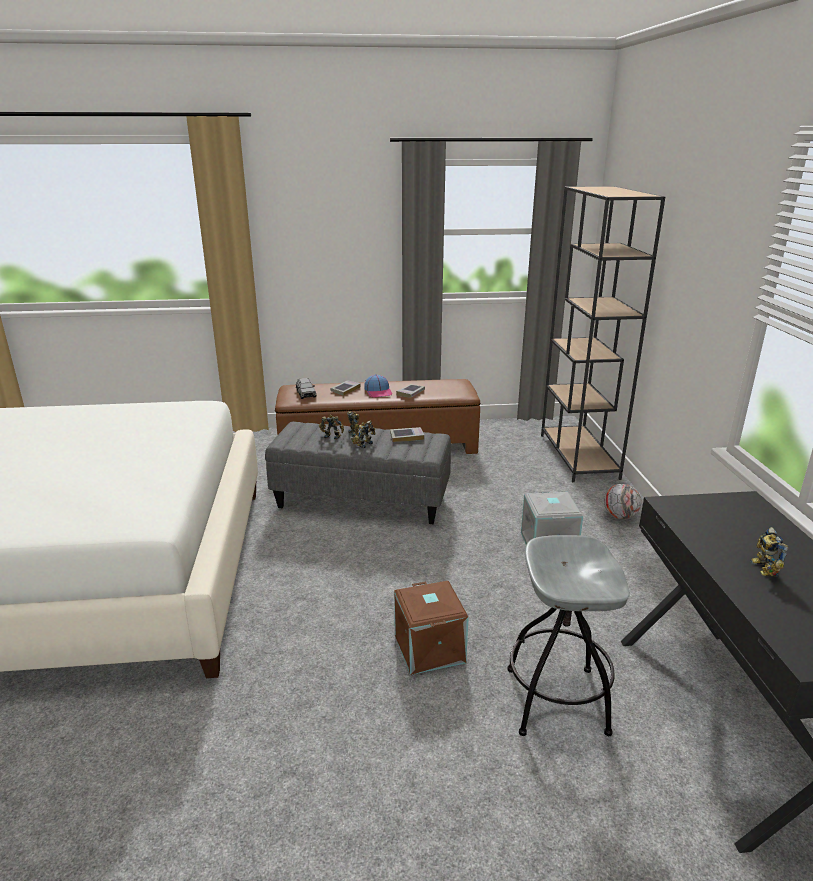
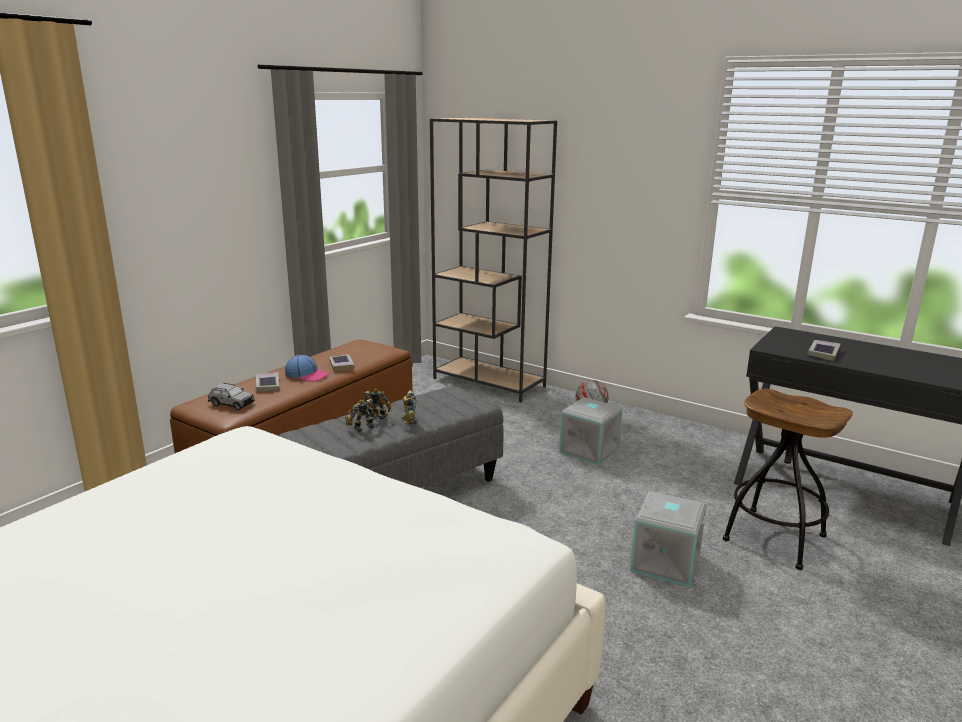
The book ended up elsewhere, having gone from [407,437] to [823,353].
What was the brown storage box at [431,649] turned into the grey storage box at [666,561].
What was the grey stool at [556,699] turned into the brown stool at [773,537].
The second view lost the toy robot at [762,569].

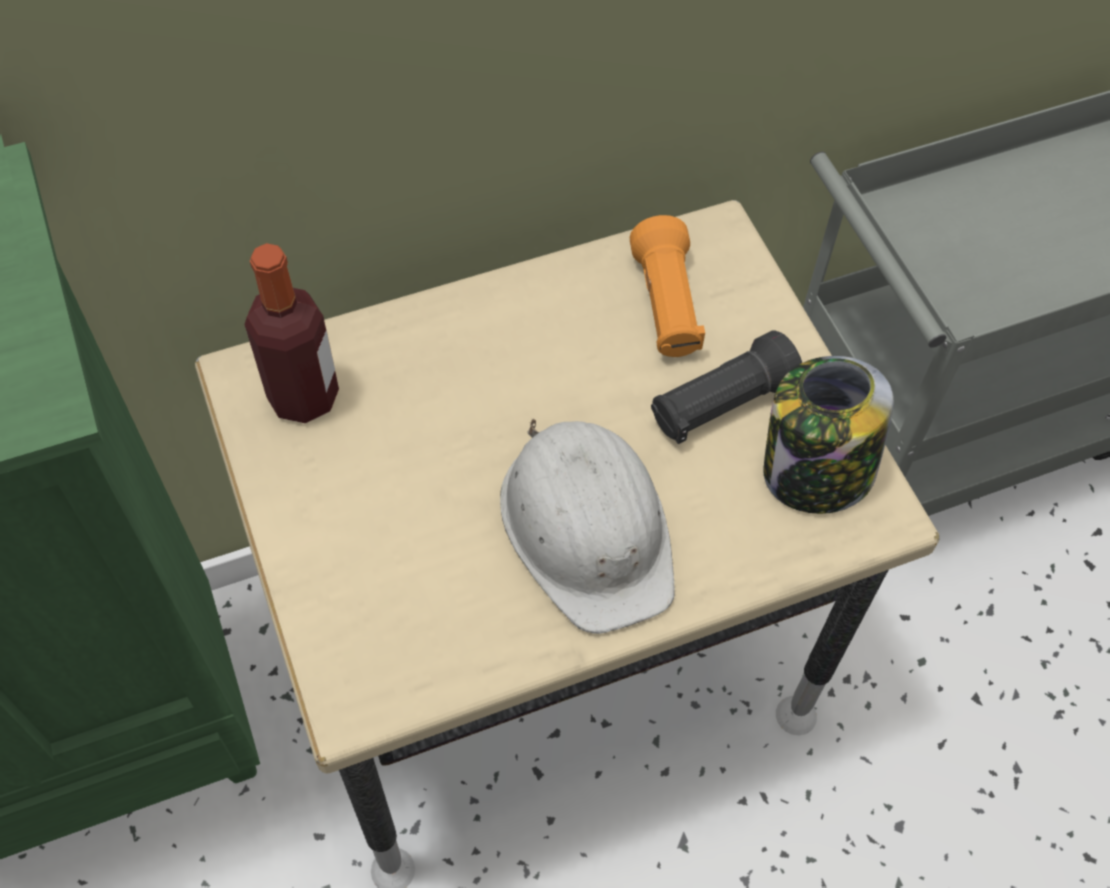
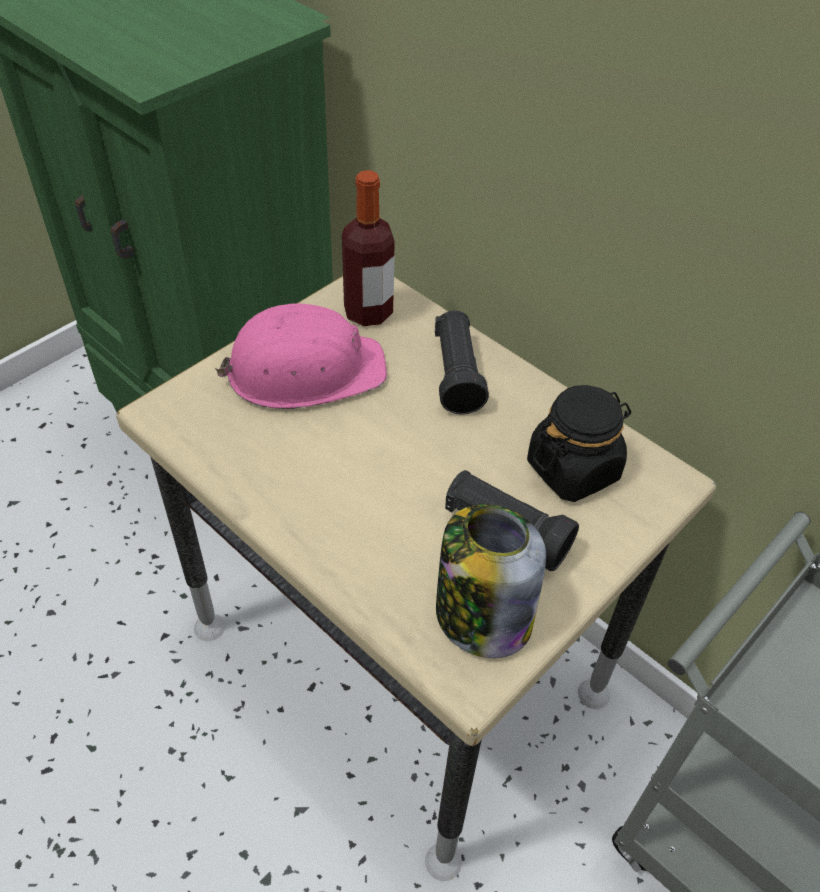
The second view lost the white hard hat at [588,527].
Where the orange flashlight stood at [666,307], the black jar came to stand at [573,469].
The second view gained the pink hard hat at [304,370].
The second view gained the black flashlight at [456,375].

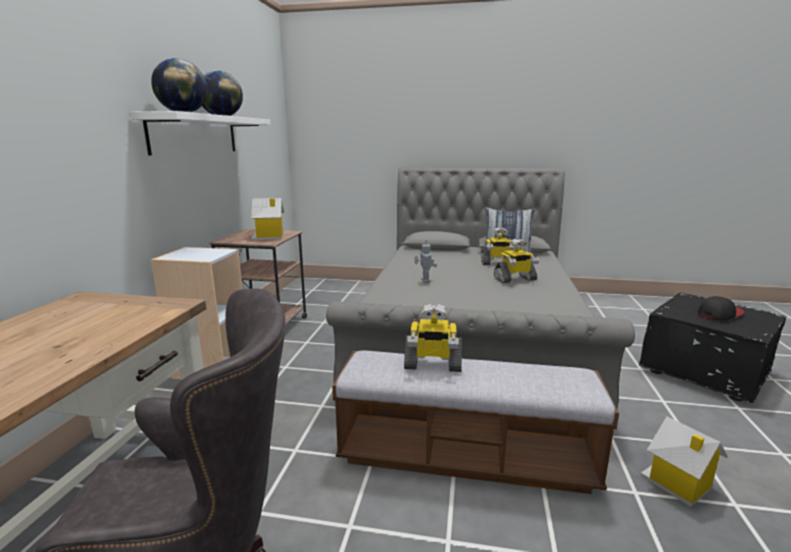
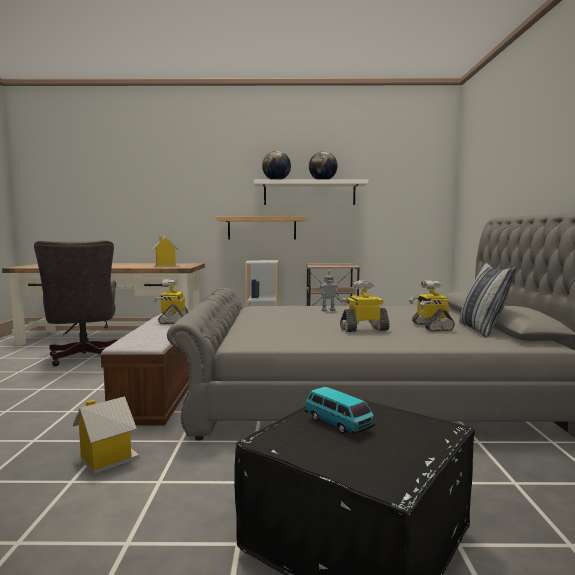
The toy house ended up elsewhere, having gone from [269,237] to [165,266].
The toy robot at [515,279] ended up facing another way, 105 degrees clockwise from before.
Where the cap stood at [719,313], the toy car came to stand at [338,423].
The second view gained the shelf at [262,228].

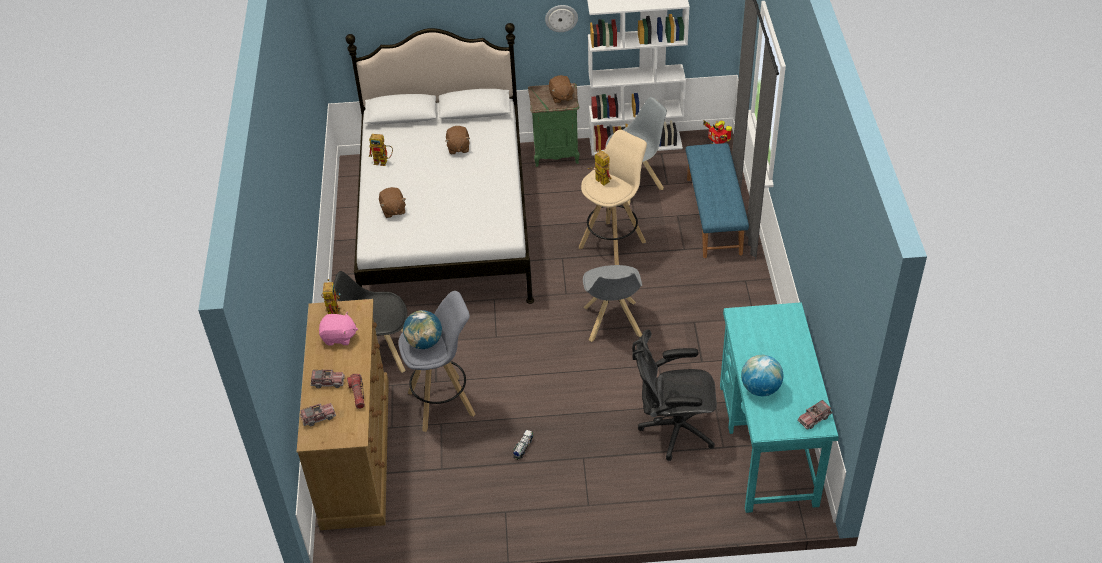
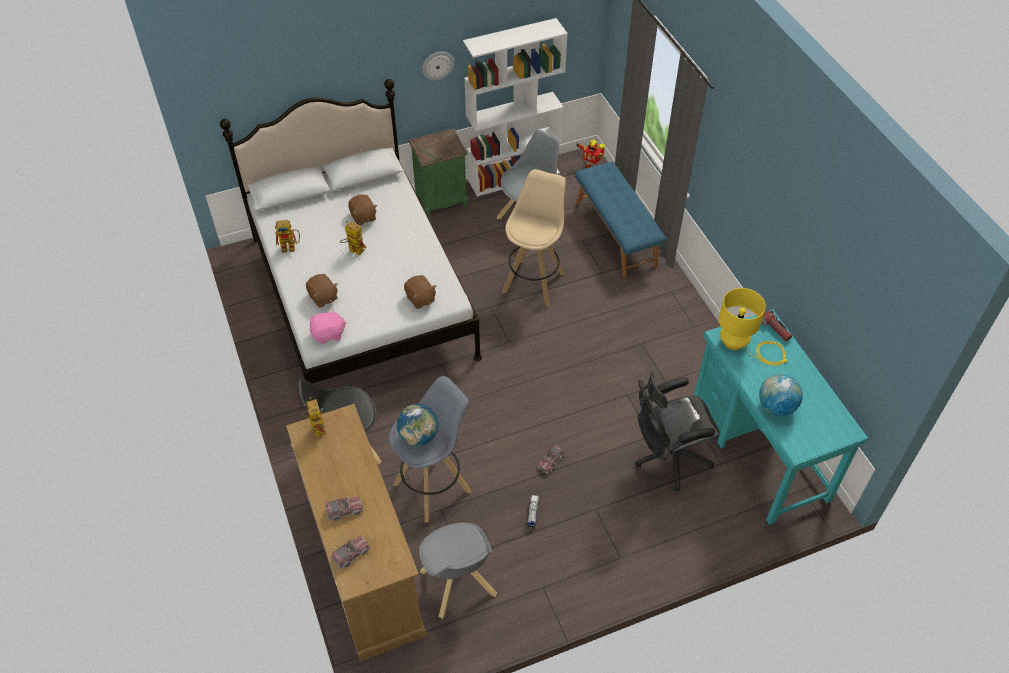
The pink plush toy ended up elsewhere, having gone from [339,337] to [328,334].
The flashlight ended up elsewhere, having gone from [357,394] to [775,329].
The brown plush toy ended up elsewhere, having gone from [561,97] to [420,299].
The grey chair ended up elsewhere, having gone from [612,323] to [458,585].
The toy robot ended up elsewhere, having gone from [599,180] to [353,250].
The toy truck ended up elsewhere, having gone from [814,418] to [551,462].
The second view gained the yellow table lamp at [748,347].

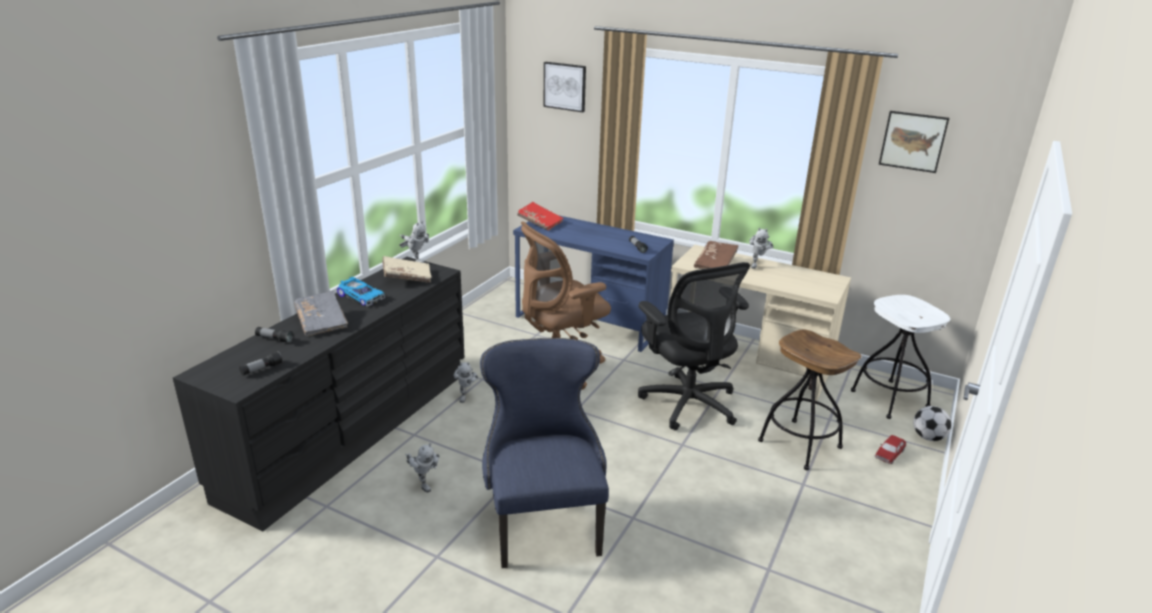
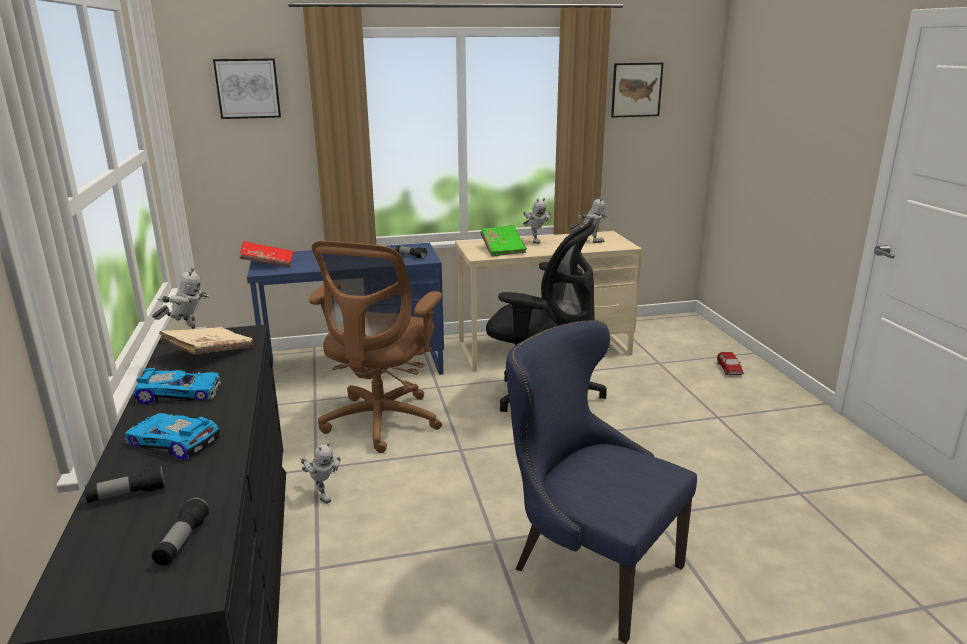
Where the grey book stood at [321,322], the toy car came to stand at [172,442].
The toy robot ended up elsewhere, having gone from [423,483] to [589,242].
What was the brown book at [715,264] turned into the green book at [503,249].
The second view lost the brown stool at [799,443].
The second view lost the white stool at [890,399].
The second view lost the football at [928,437].

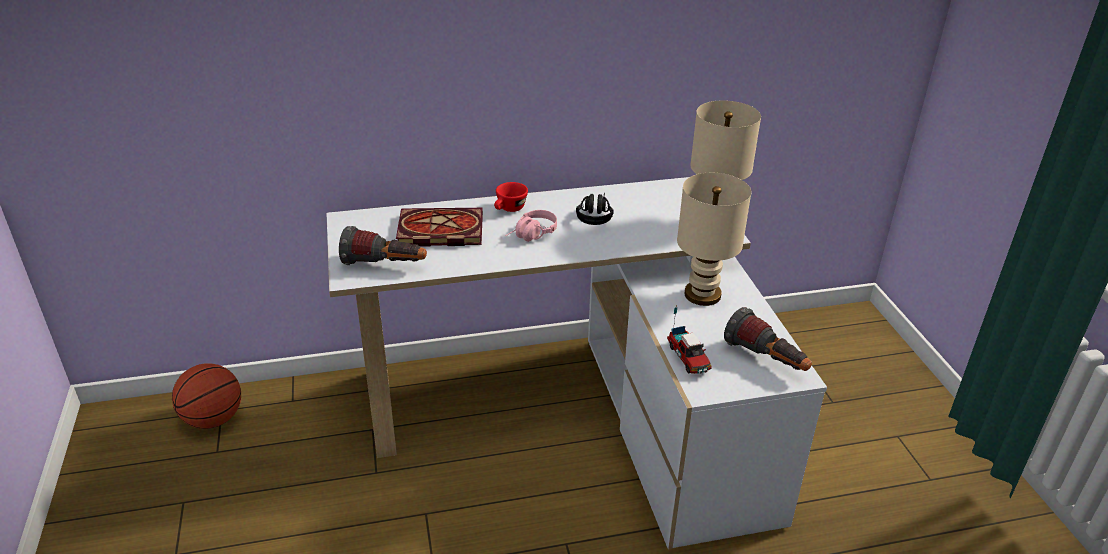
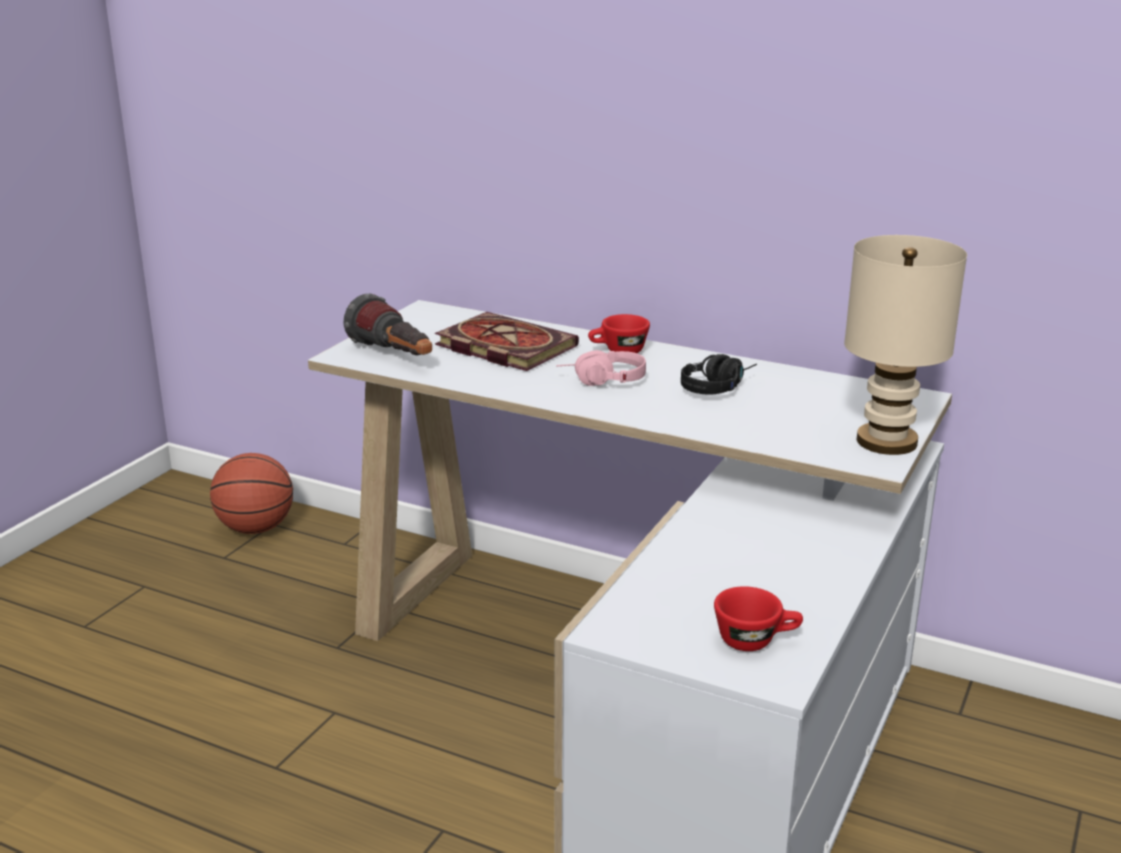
The second view lost the toy truck at [688,358].
The second view lost the beige table lamp at [702,294].
Where the flashlight stood at [766,360], the red cup came to stand at [756,640].

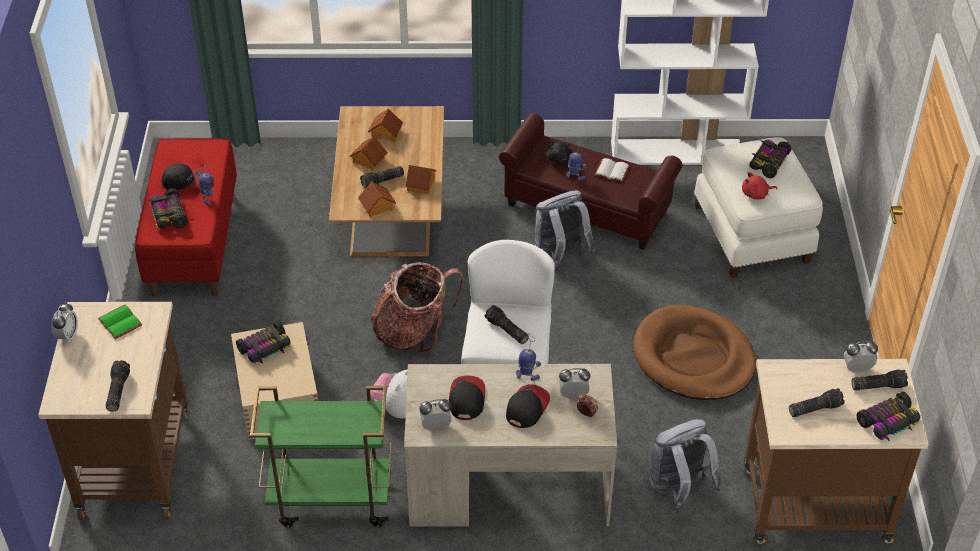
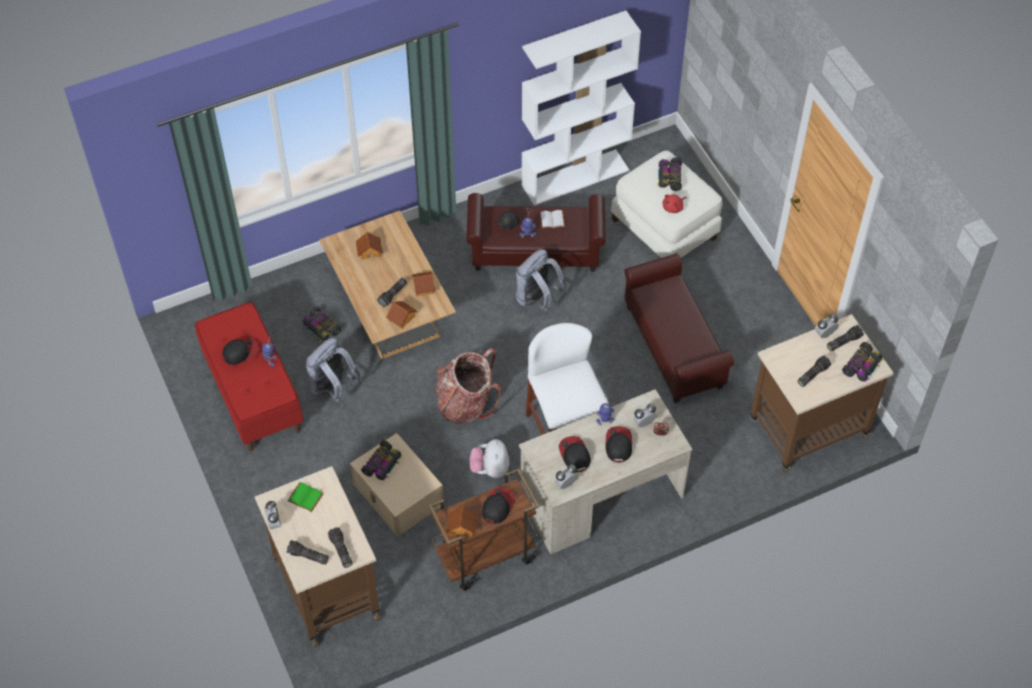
The toy car ended up elsewhere, having gone from [168,215] to [321,328].
What was the green cart at [329,502] turned into the brown cart at [484,559].
The toy house ended up elsewhere, having gone from [368,160] to [461,527].
The flashlight ended up elsewhere, having gone from [506,330] to [307,556].
Where the brown dog bed stood at [693,357], the brown ottoman came to stand at [674,347].
The grey backpack ended up elsewhere, having gone from [679,489] to [332,388].
The second view gained the cap at [497,506].

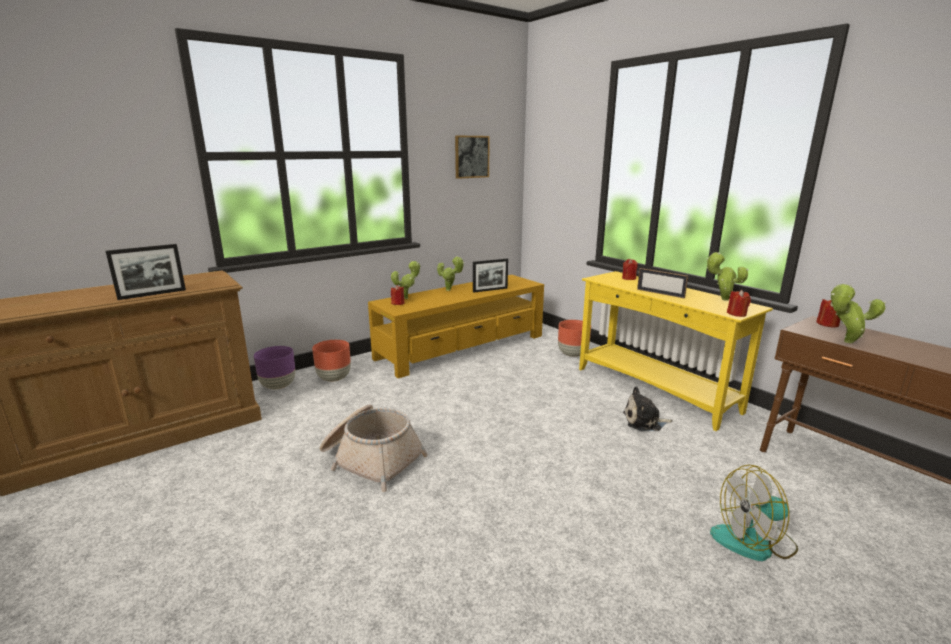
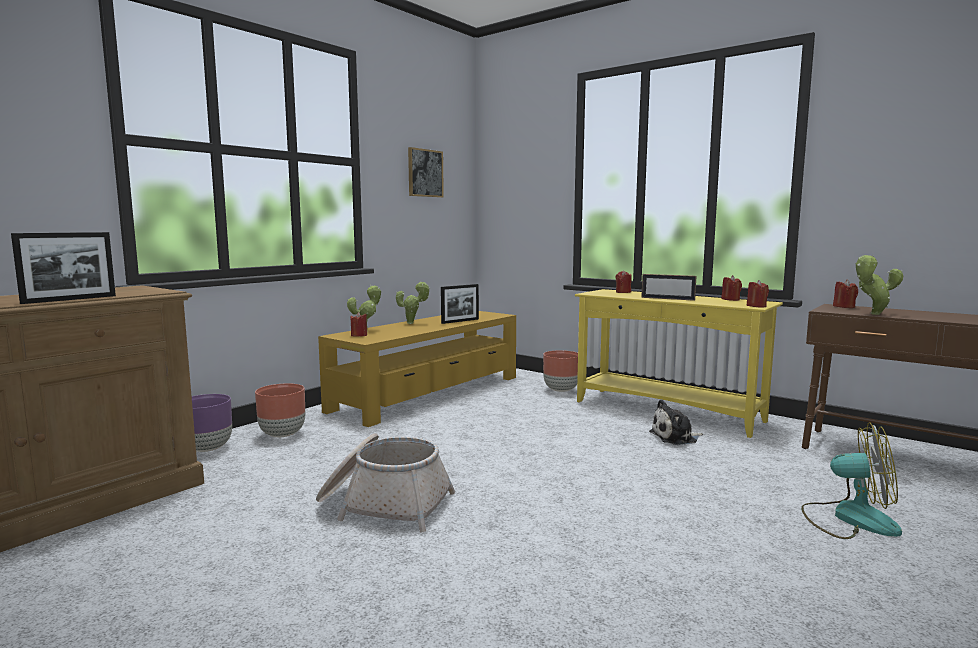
Where the potted plant stood at [722,299], the red candle came to stand at [730,299].
The fan at [754,541] ended up facing another way, 135 degrees counterclockwise from before.

